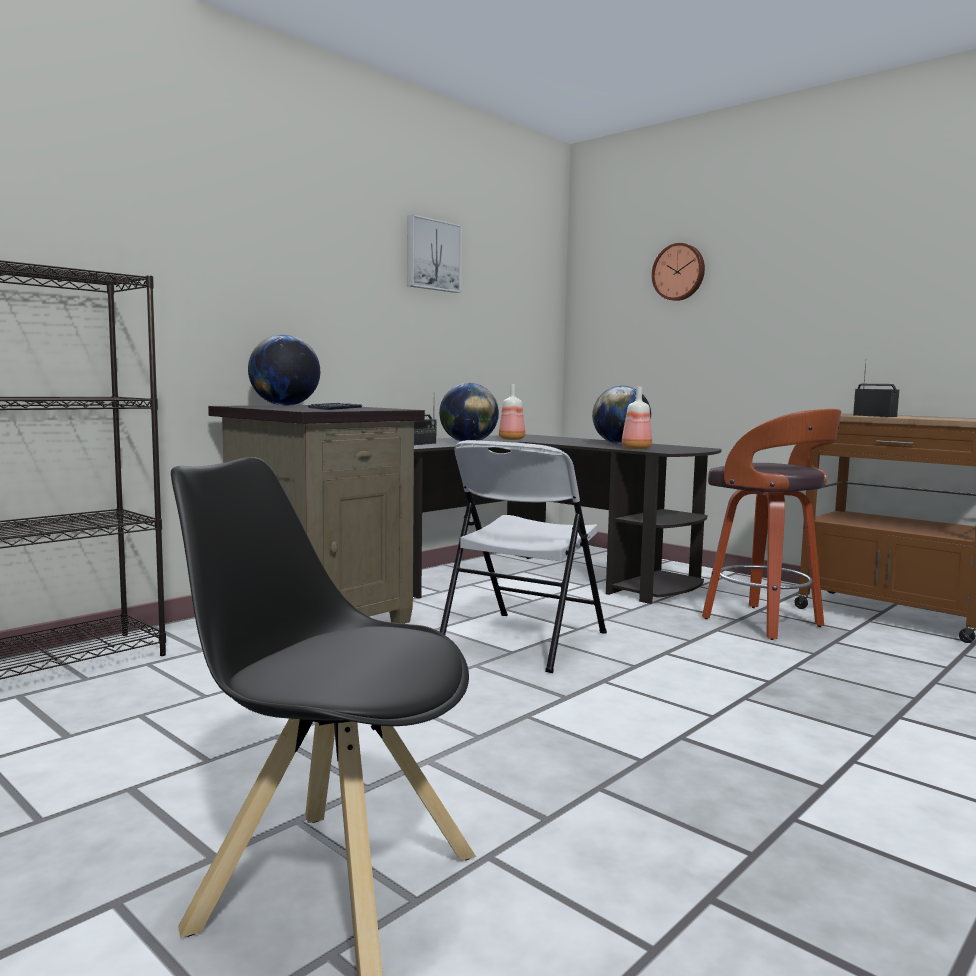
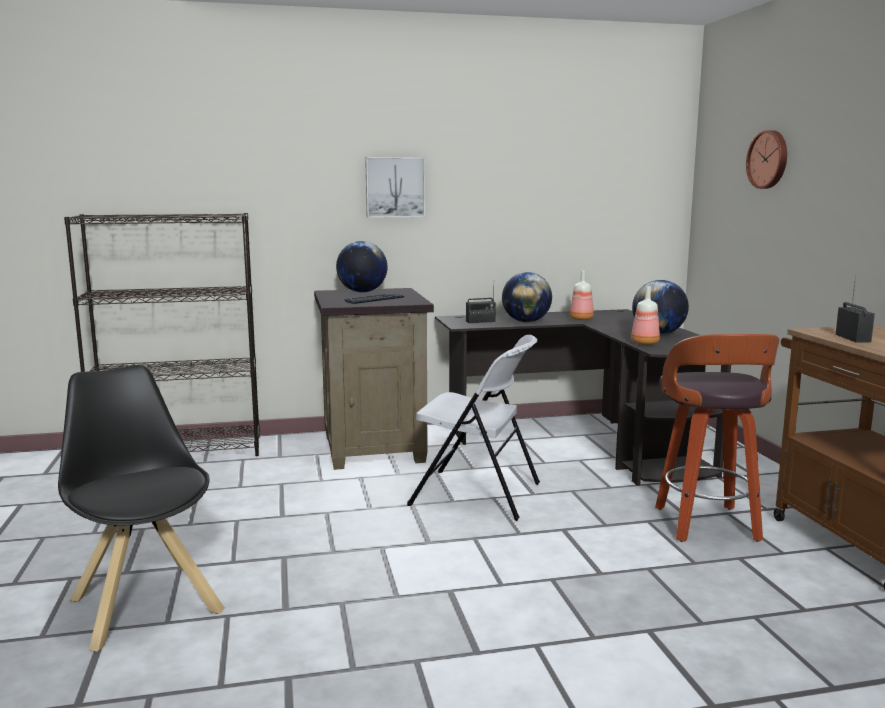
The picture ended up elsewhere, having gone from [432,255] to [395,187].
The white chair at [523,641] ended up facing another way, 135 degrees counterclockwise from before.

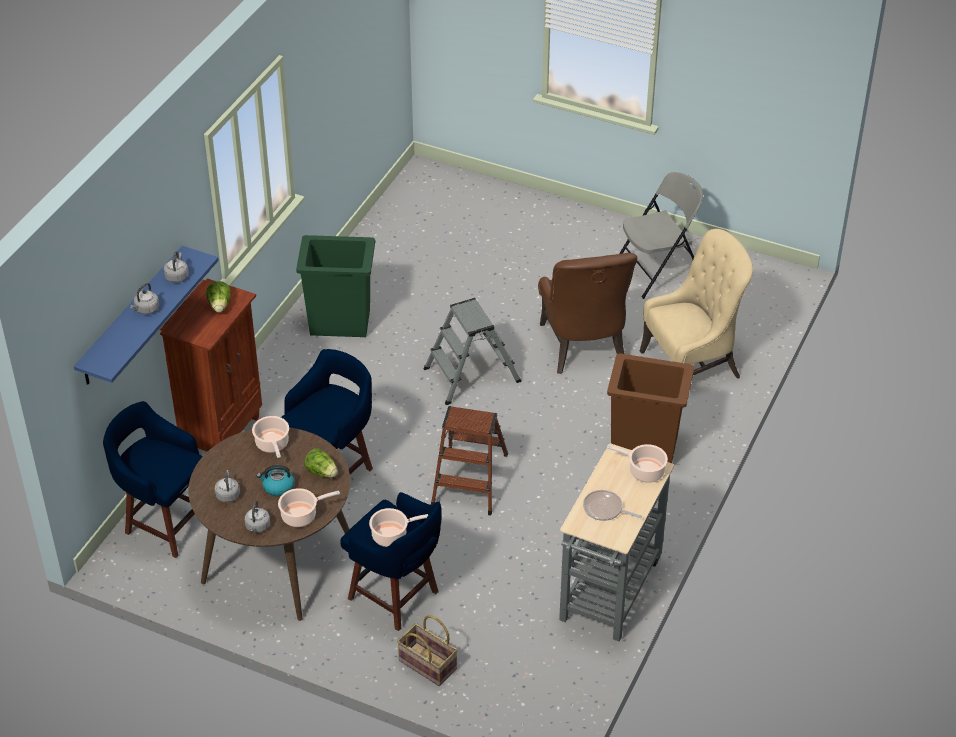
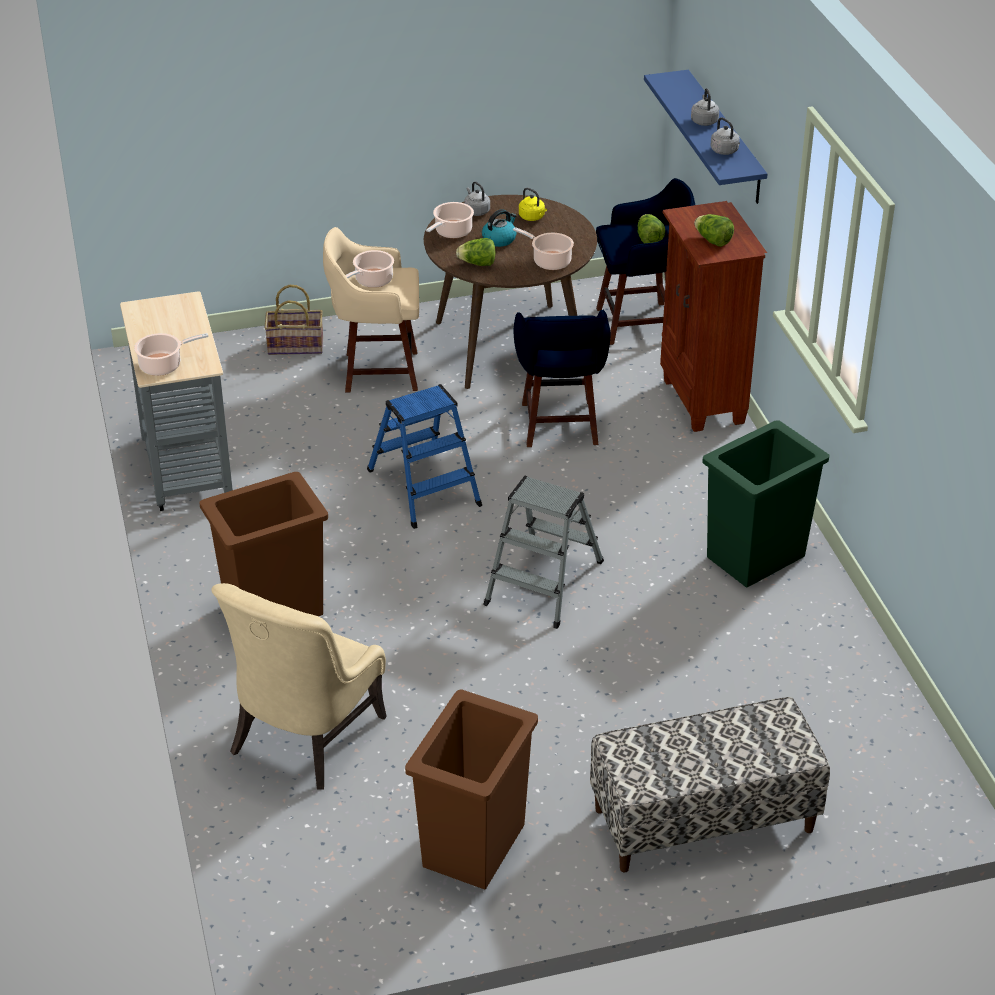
What was the grey kettle at [228,494] turned into the yellow kettle at [532,217].
What was the blue stool at [396,598] turned into the beige stool at [377,372].
What was the brown step ladder at [469,479] turned into the blue step ladder at [423,487].
The second view lost the brown chair at [584,345].
The second view lost the frying pan at [605,509].
Where the grey chair stood at [658,271], the brown trash can came to stand at [472,846].
The second view gained the bench at [703,820].
The second view gained the lettuce at [648,239].

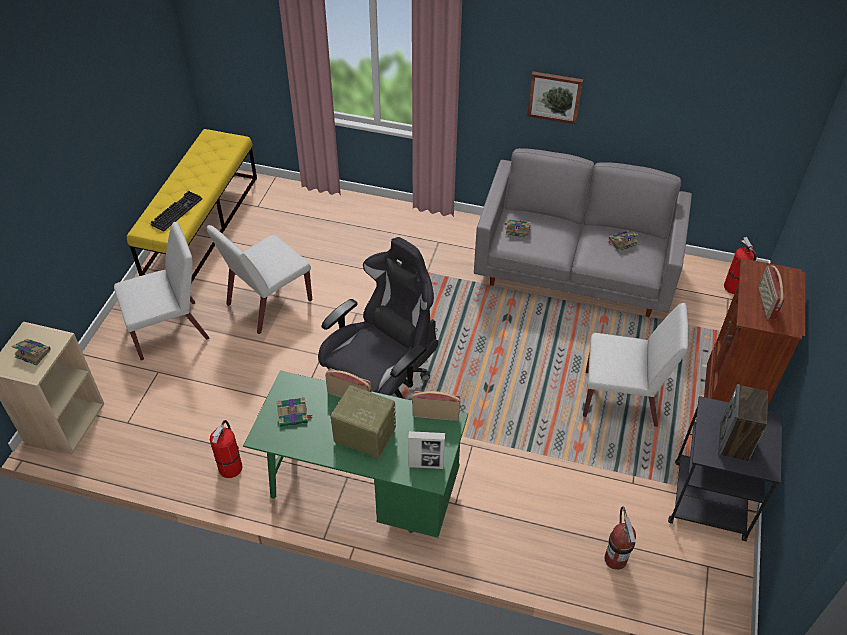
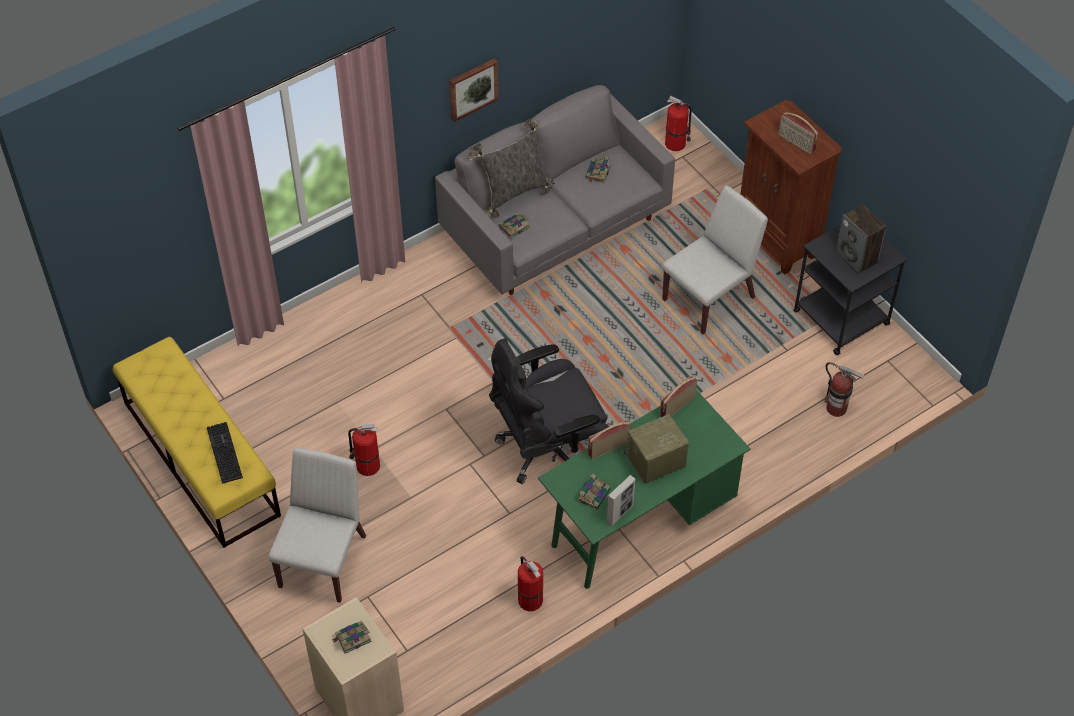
Where the white chair stood at [268,303], the fire extinguisher came to stand at [366,466].
The black office chair at [381,389] ended up facing another way, 105 degrees counterclockwise from before.
The picture frame ended up elsewhere, having gone from [426,465] to [620,514].
The second view gained the pillow at [512,197].

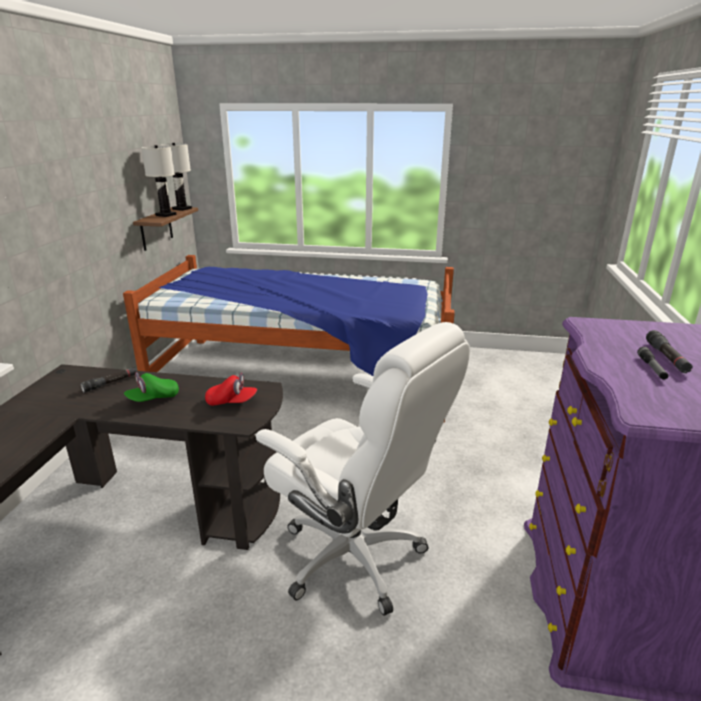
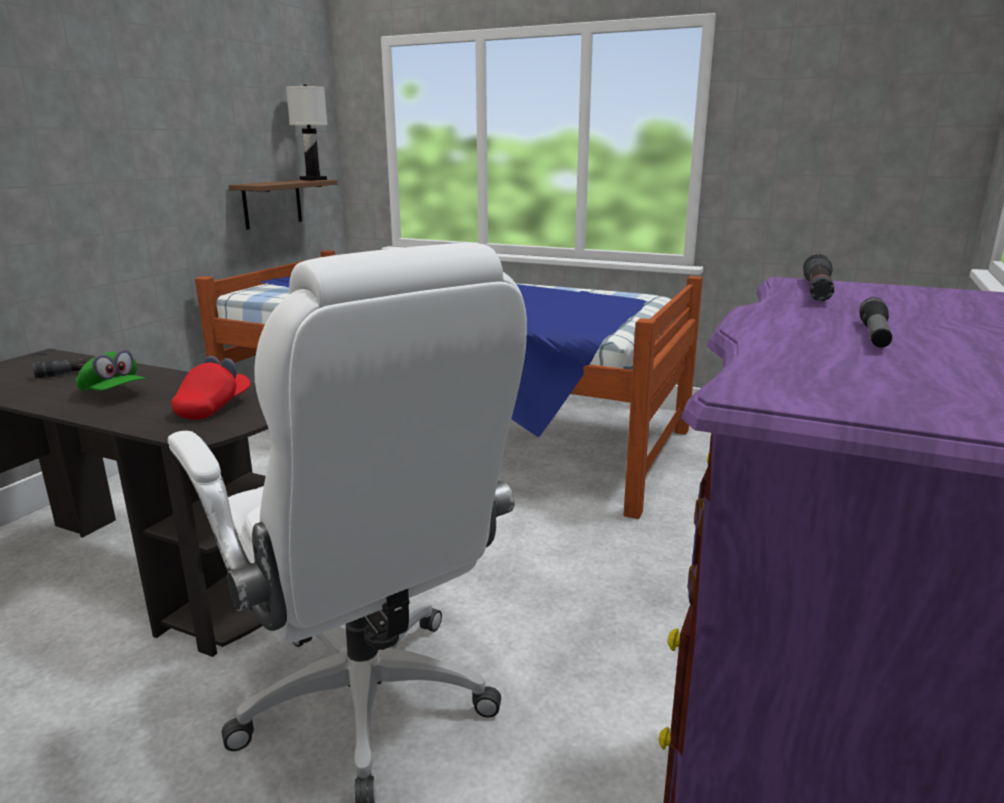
The green cap at [153,399] ended up facing another way, 120 degrees counterclockwise from before.
The second view lost the white table lamp at [166,215].
The red cap at [232,402] ended up facing another way, 90 degrees counterclockwise from before.
The black flashlight ended up elsewhere, having gone from [666,357] to [817,291].

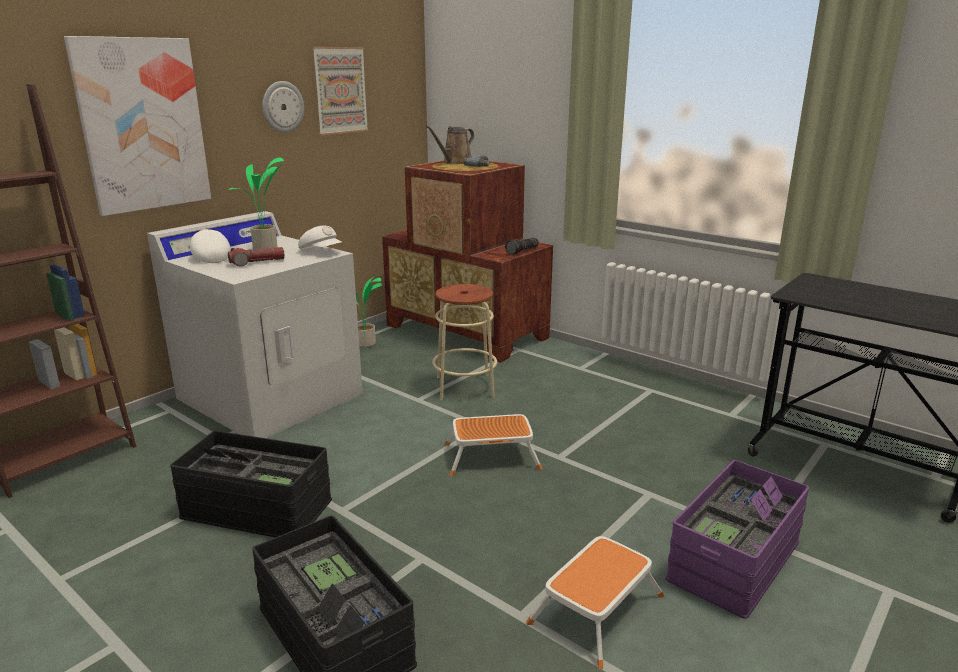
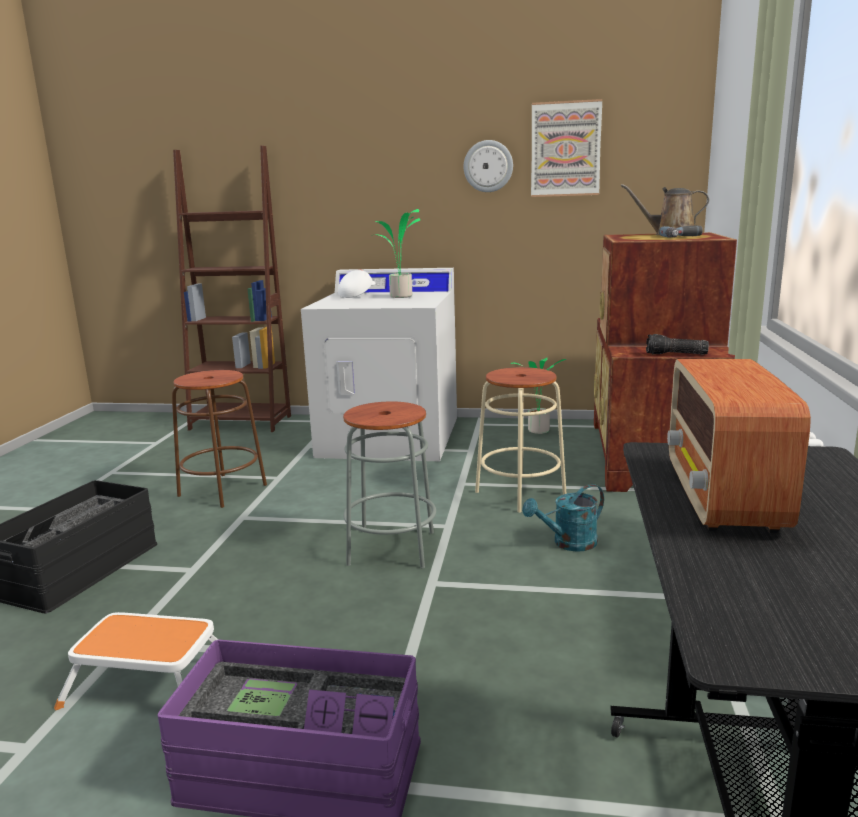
The second view lost the picture at [143,125].
Where the black storage box stood at [255,508], the brown stool came to stand at [222,490].
The second view lost the flashlight at [257,262].
The second view lost the white cap at [321,251].
Where the orange step ladder stood at [492,456], the grey stool came to stand at [391,548].
The second view gained the turquoise watering can at [568,544].
The second view gained the radio at [723,497].

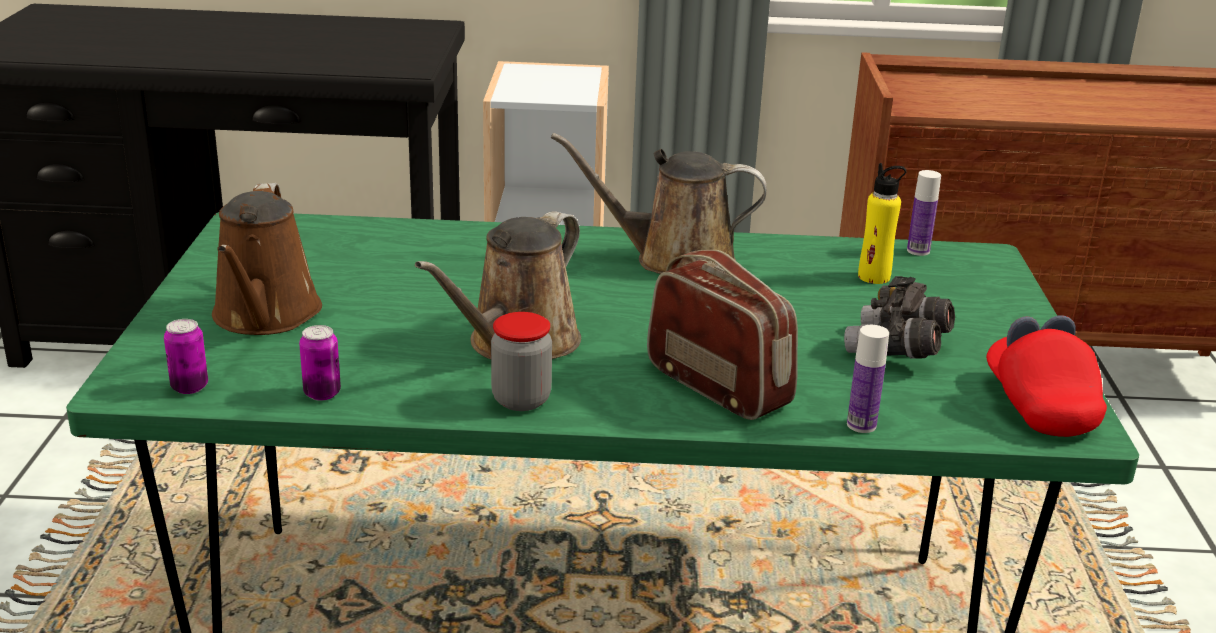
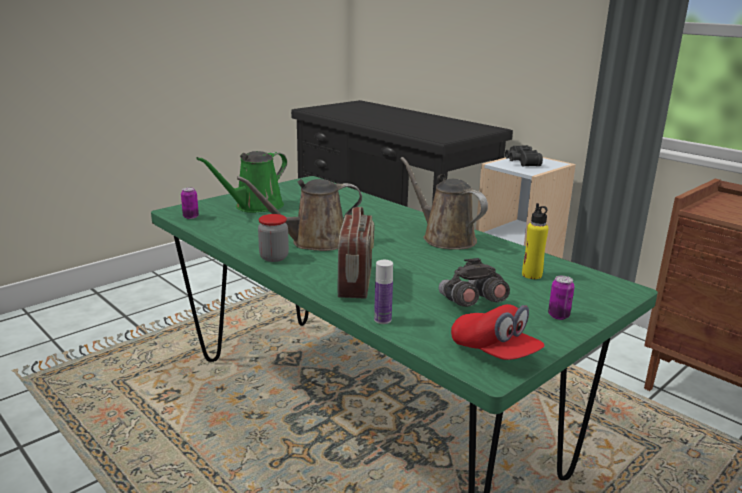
What was the brown watering can at [265,316] turned into the green watering can at [255,207].
The can ended up elsewhere, having gone from [322,393] to [558,316].
The second view lost the bottle at [918,251].
The red cap at [1039,405] ended up facing another way, 105 degrees clockwise from before.
The second view gained the black binoculars at [520,162].

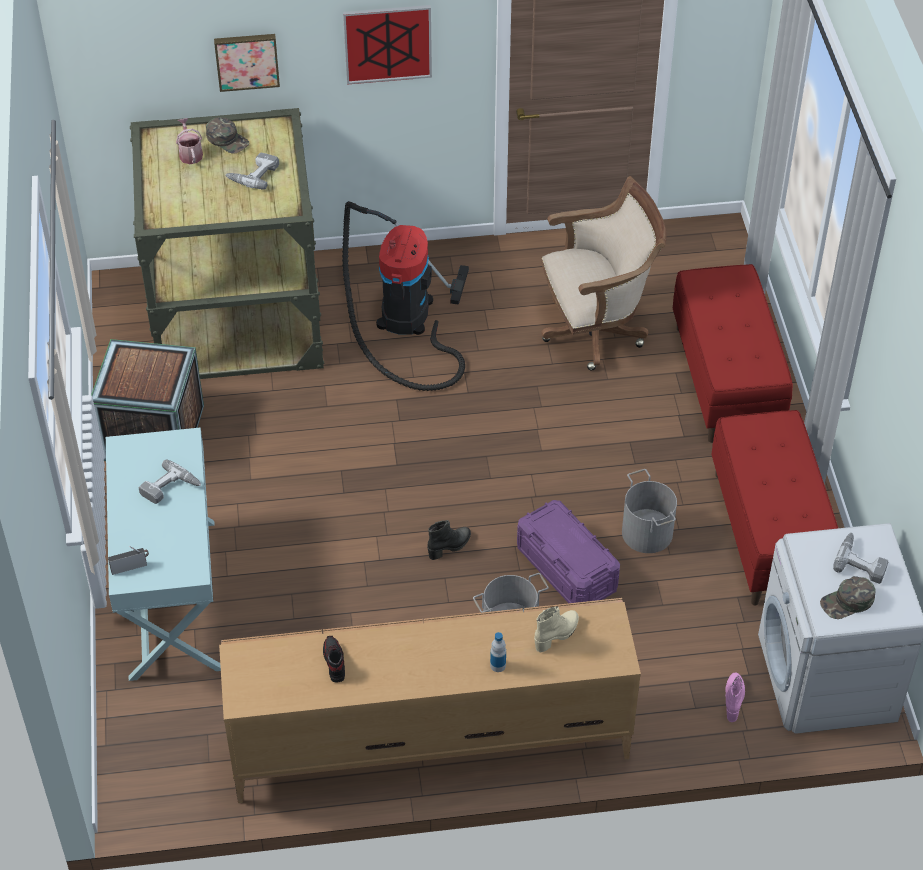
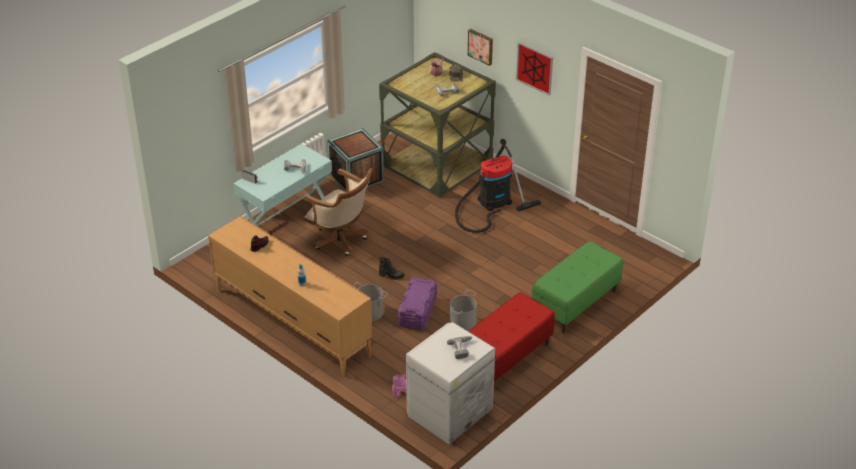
The second view lost the beige boot at [557,634].
The office chair ended up elsewhere, having gone from [597,333] to [341,241].
What was the red bench at [726,380] turned into the green bench at [575,303].
The second view lost the green cap at [847,602].

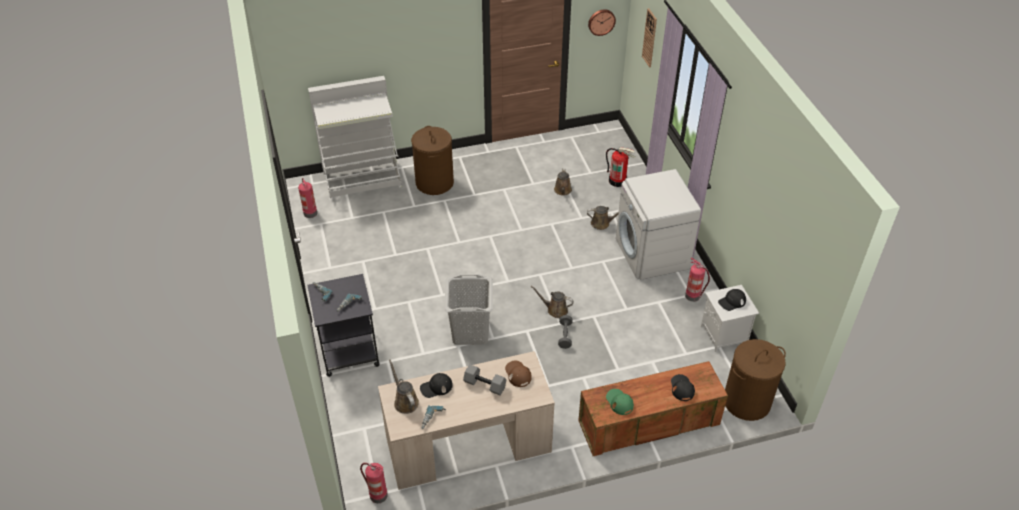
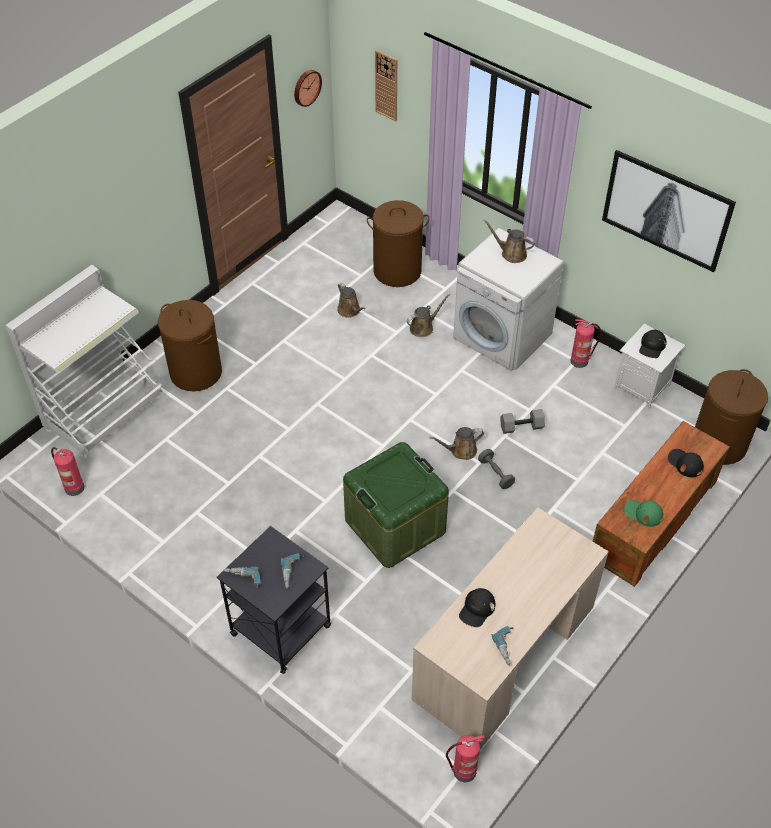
The brown watering can ended up elsewhere, having gone from [405,401] to [511,253].
Where the grey laundry basket stood at [470,331], the green storage box came to stand at [395,525].
The grey dumbbell ended up elsewhere, having gone from [485,384] to [521,426].
The second view lost the brown cap at [518,374].
Where the fire extinguisher stood at [617,180], the brown laundry basket came to stand at [397,271].
The second view gained the picture at [667,209].

